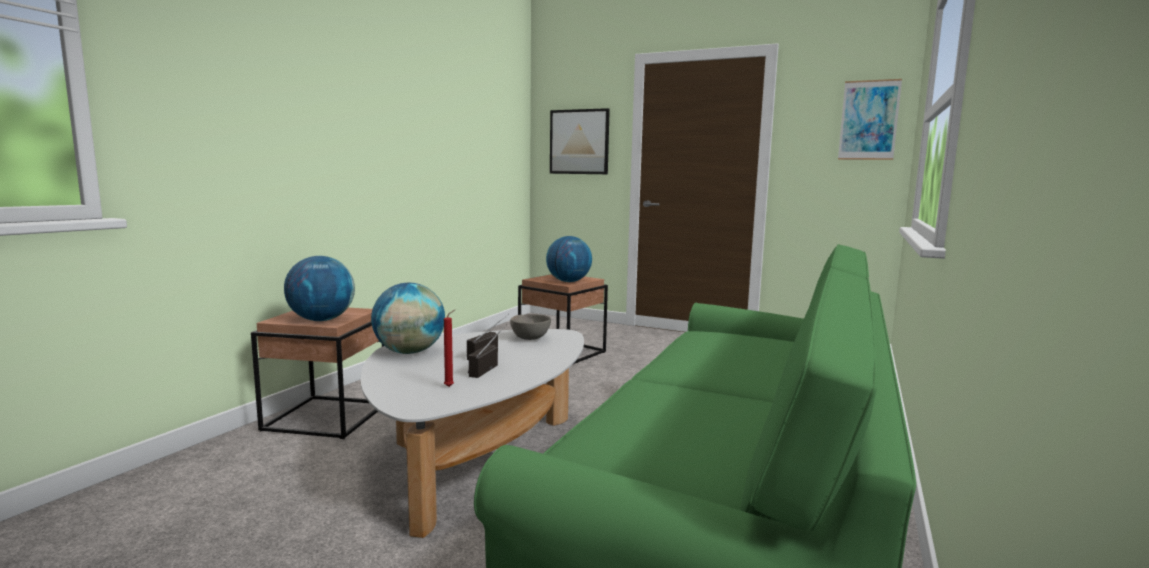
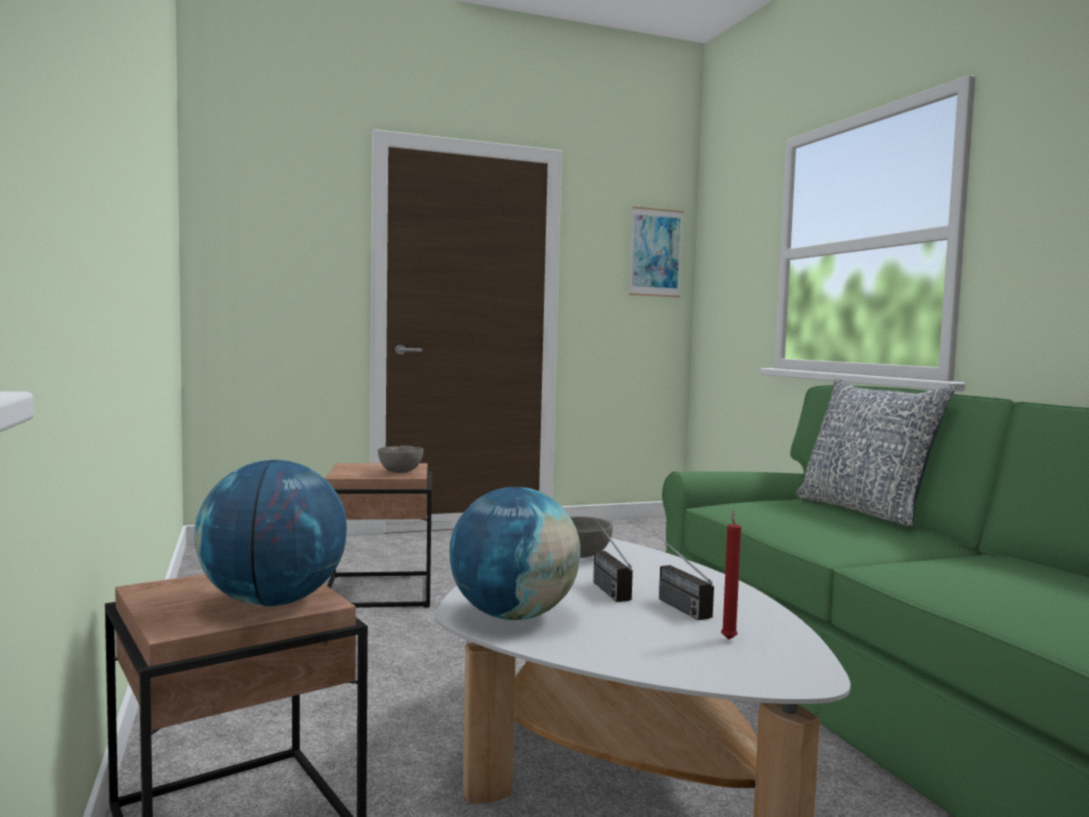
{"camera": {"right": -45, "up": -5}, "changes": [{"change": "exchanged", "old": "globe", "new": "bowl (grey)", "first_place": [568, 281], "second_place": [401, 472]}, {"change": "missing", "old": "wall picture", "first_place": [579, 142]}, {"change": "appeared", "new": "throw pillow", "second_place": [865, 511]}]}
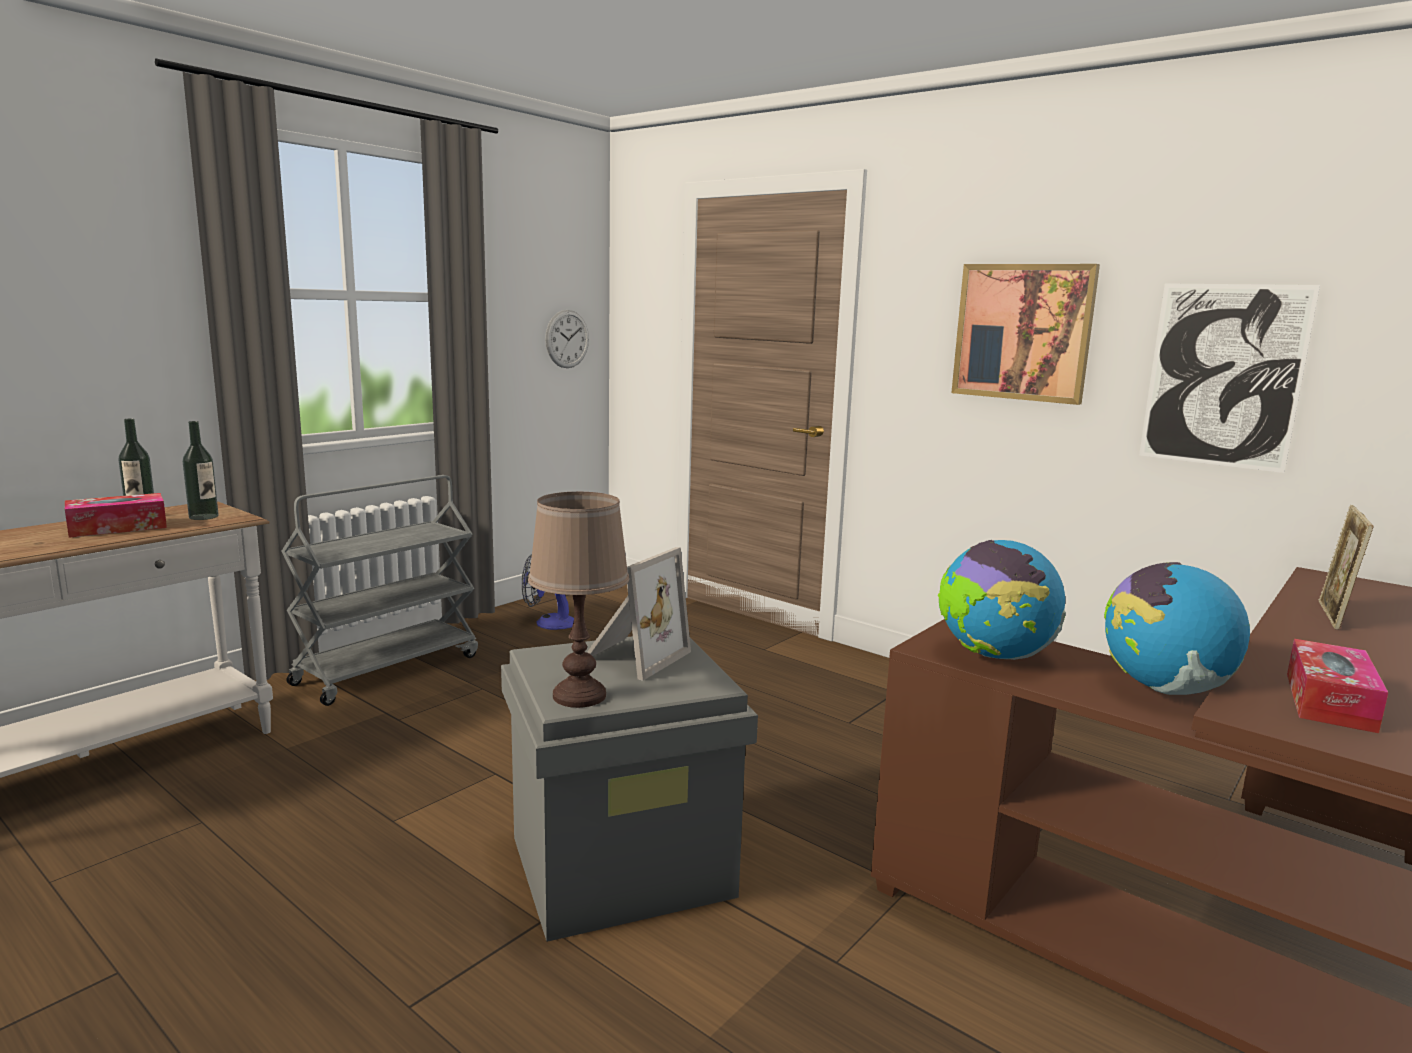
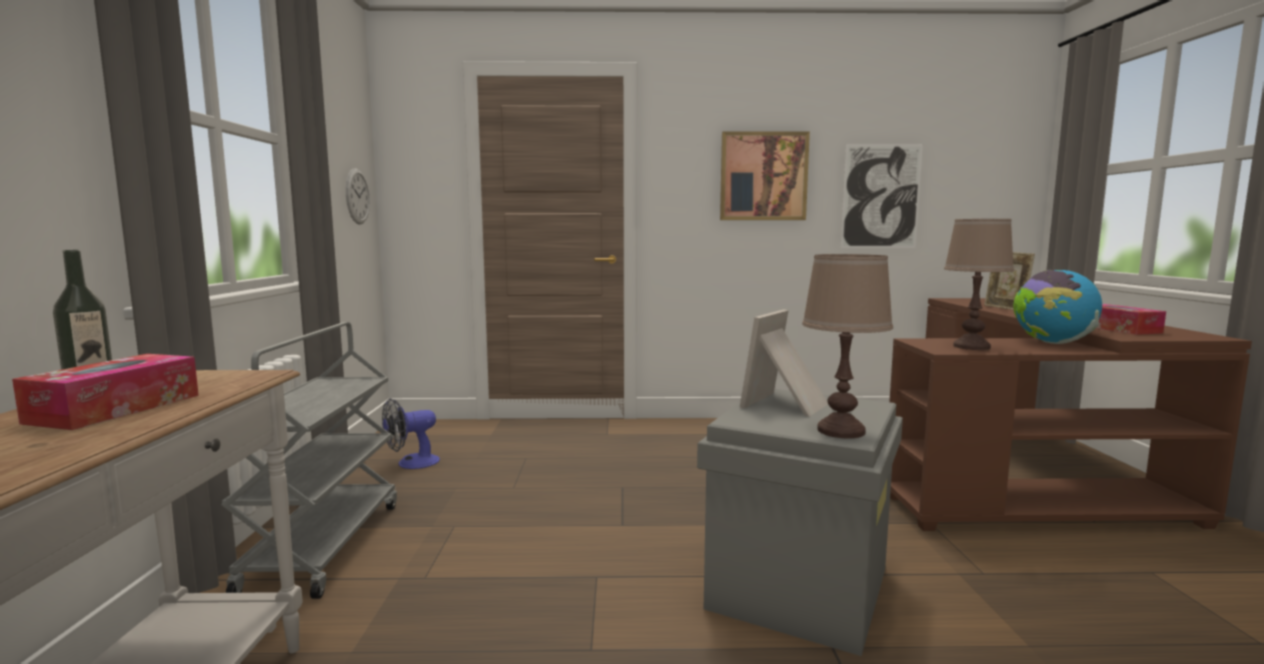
{"camera": {"right": -40, "up": -5}, "changes": [{"change": "missing", "old": "drink bottle", "first_place": [203, 517]}, {"change": "spun", "old": "picture frame", "first_place": [633, 656], "second_place": [787, 405], "degrees": -135}, {"change": "exchanged", "old": "globe", "new": "lamp for a table (brownish)", "first_place": [994, 656], "second_place": [972, 347]}]}
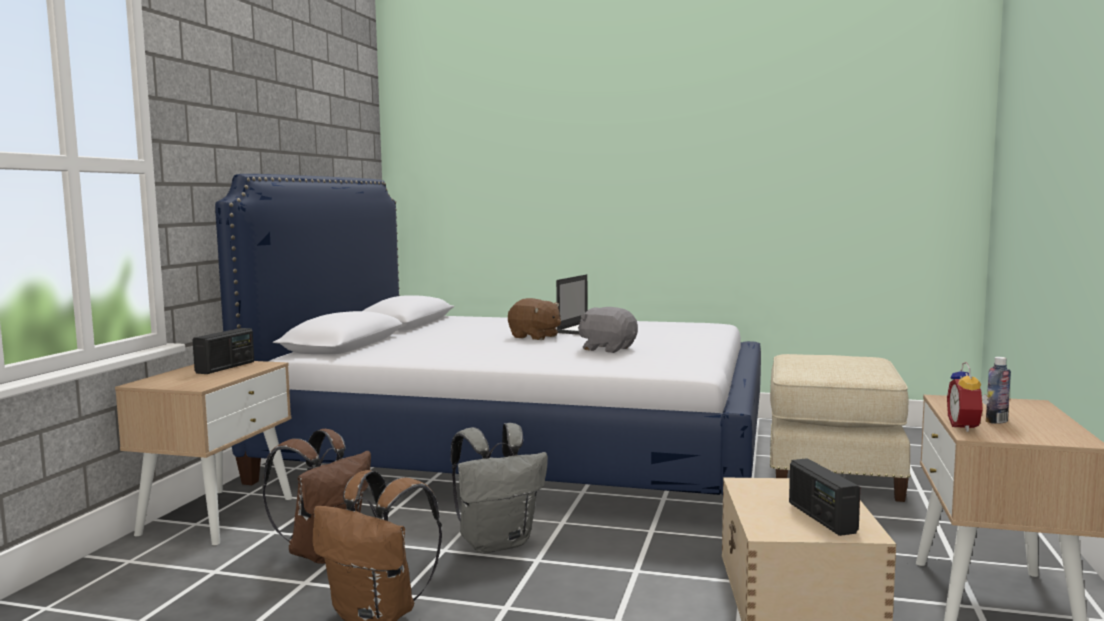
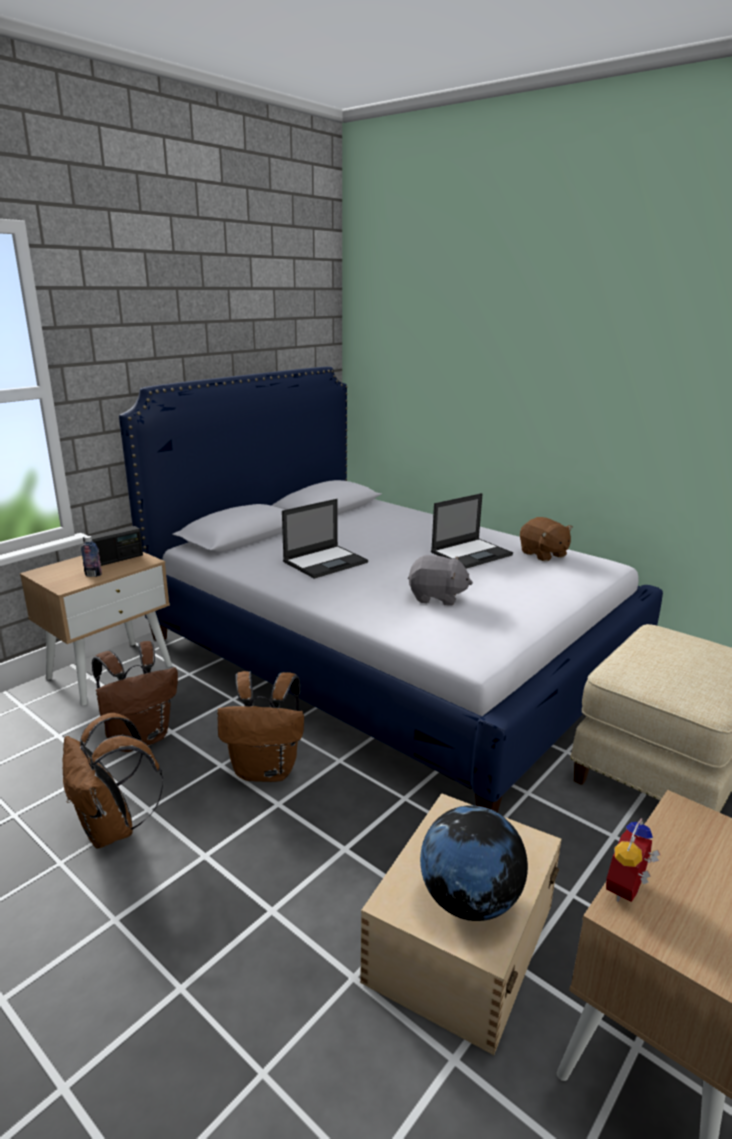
{"camera": {"right": 25, "up": 15}, "changes": [{"change": "colour", "old": "rucksack (grey)", "new": "rucksack (brownish)", "first_place": [497, 542], "second_place": [267, 770]}, {"change": "relocated", "old": "plush toy (brownish)", "first_place": [535, 337], "second_place": [543, 554]}, {"change": "spun", "old": "plush toy (grey)", "first_place": [607, 349], "second_place": [437, 597], "degrees": 135}, {"change": "exchanged", "old": "radio set", "new": "globe", "first_place": [821, 518], "second_place": [469, 900]}, {"change": "relocated", "old": "drink bottle", "first_place": [996, 421], "second_place": [93, 575]}, {"change": "appeared", "new": "laptop", "second_place": [326, 562]}]}
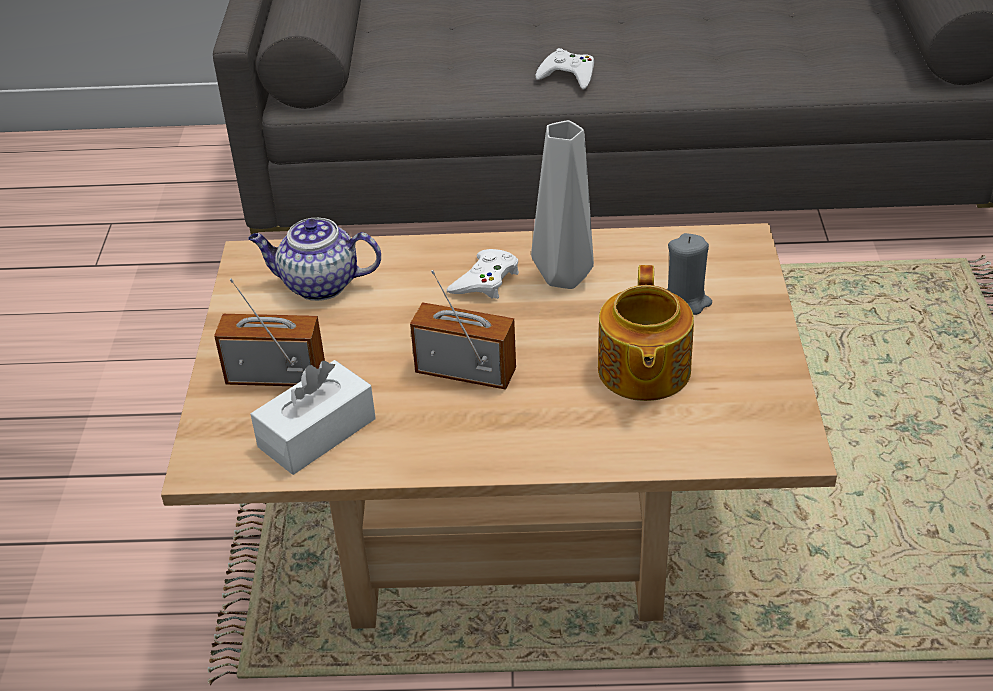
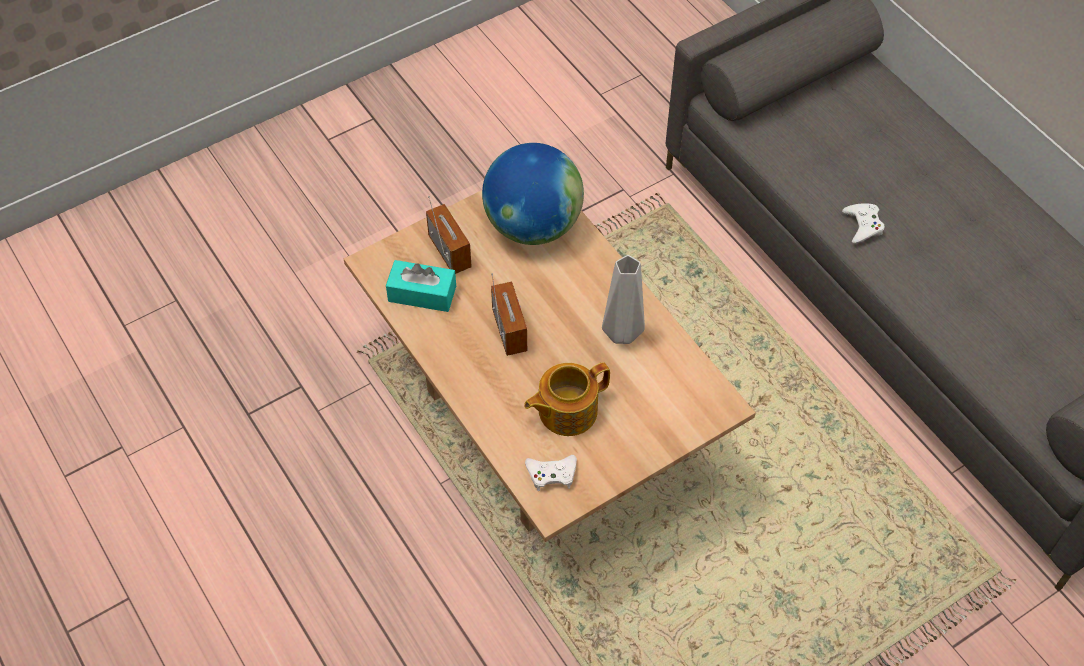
{"camera": {"right": 55, "up": 15}, "changes": [{"change": "exchanged", "old": "pot for tea", "new": "globe", "first_place": [318, 285], "second_place": [532, 225]}, {"change": "colour", "old": "tissue box (white)", "new": "tissue box (turquoise)", "first_place": [317, 433], "second_place": [422, 294]}, {"change": "relocated", "old": "gamepad (white)", "first_place": [485, 281], "second_place": [552, 474]}, {"change": "missing", "old": "wax candle (grey)", "first_place": [686, 301]}]}
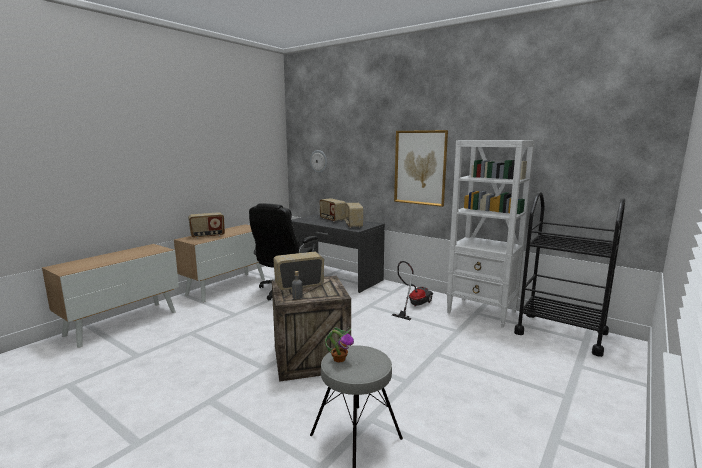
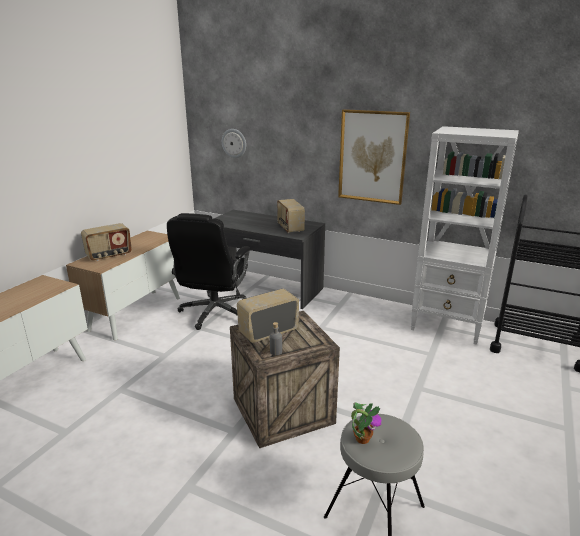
{"camera": {"right": -10, "up": 10}, "changes": [{"change": "missing", "old": "radio set", "first_place": [332, 219]}, {"change": "missing", "old": "vacuum", "first_place": [413, 305]}]}
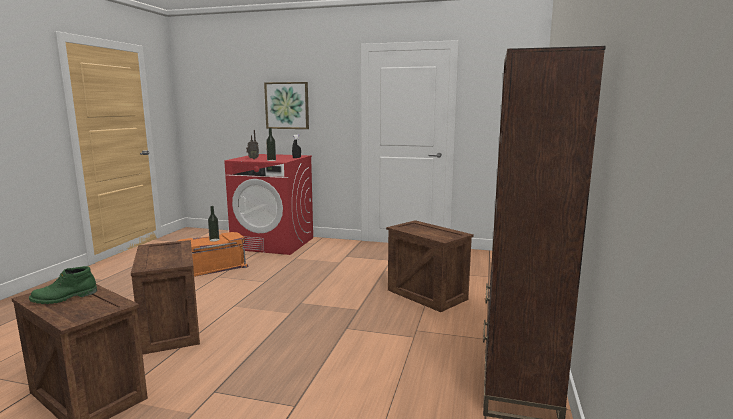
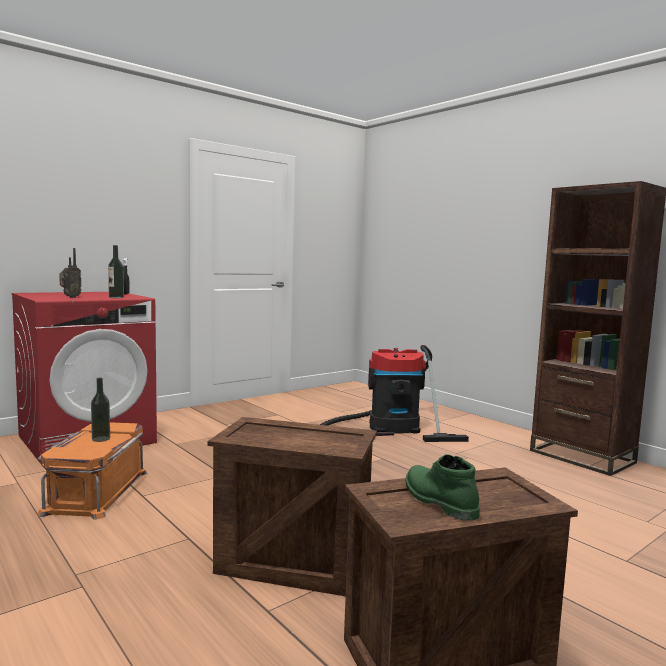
{"camera": {"right": -55, "up": -5}, "changes": [{"change": "spun", "old": "tall boot (greenish)", "first_place": [64, 298], "second_place": [438, 501], "degrees": 150}, {"change": "missing", "old": "wall picture", "first_place": [287, 105]}, {"change": "exchanged", "old": "packing crate", "new": "vacuum", "first_place": [428, 294], "second_place": [388, 429]}]}
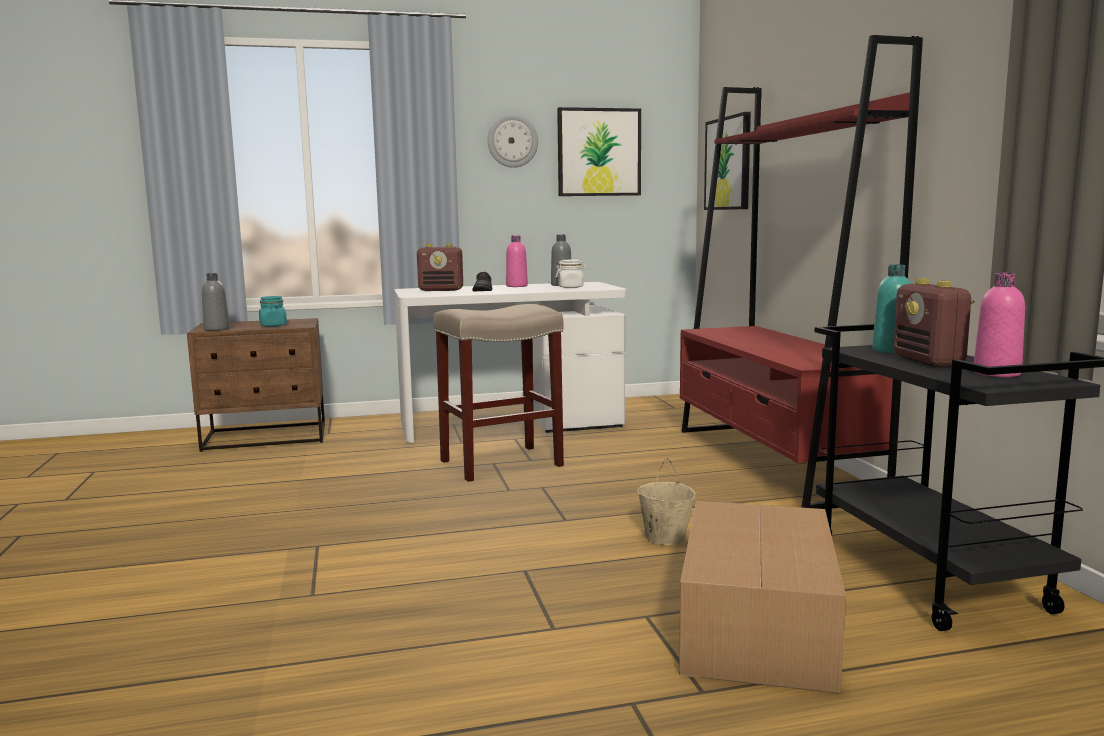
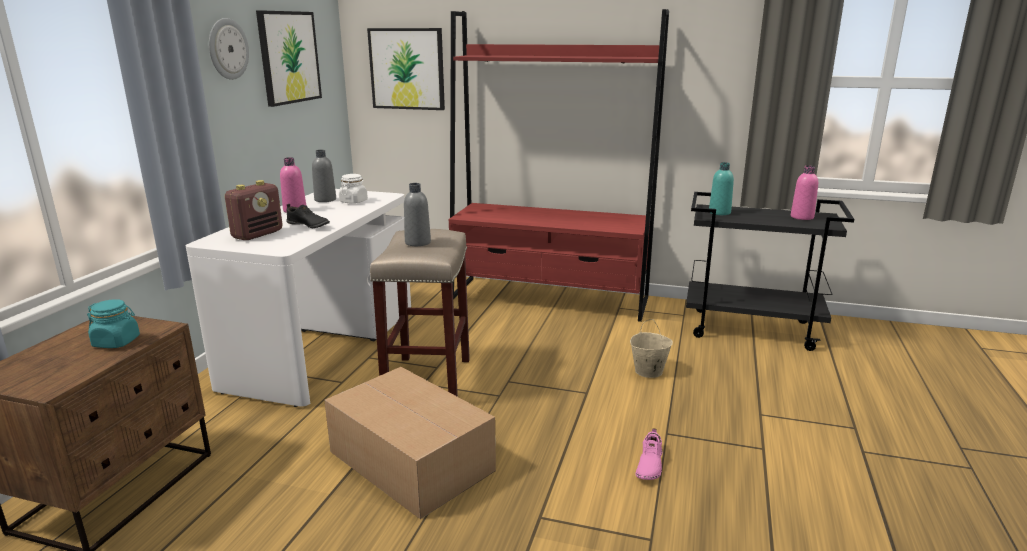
{"camera": {"right": -60, "up": 10}, "changes": [{"change": "relocated", "old": "drink bottle (grey)", "first_place": [216, 329], "second_place": [418, 243]}, {"change": "relocated", "old": "packing box", "first_place": [759, 624], "second_place": [410, 459]}, {"change": "missing", "old": "radio set", "first_place": [929, 361]}, {"change": "appeared", "new": "item of footwear (pinkish)", "second_place": [649, 465]}]}
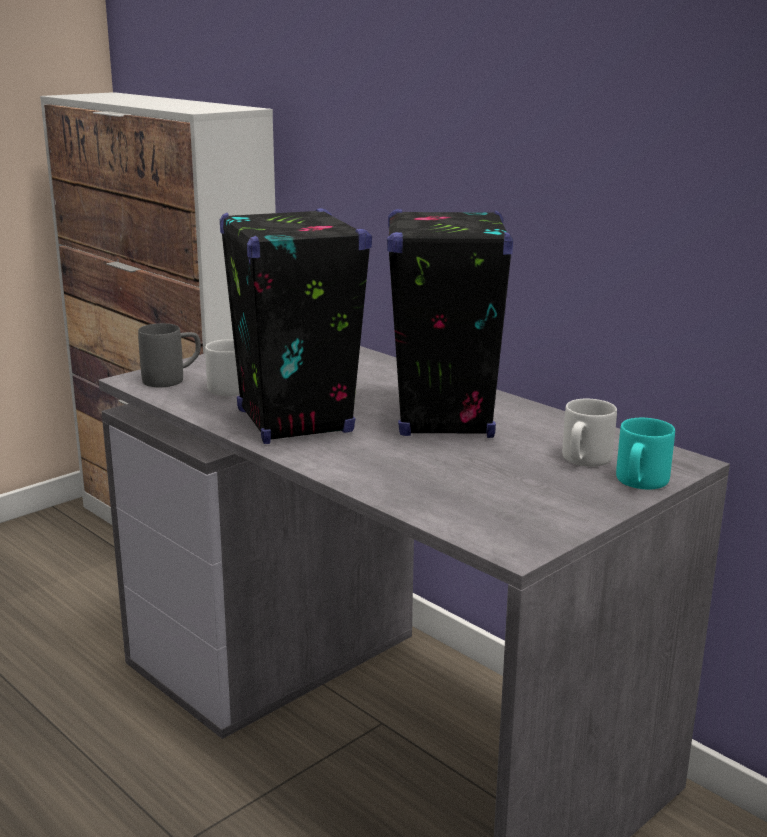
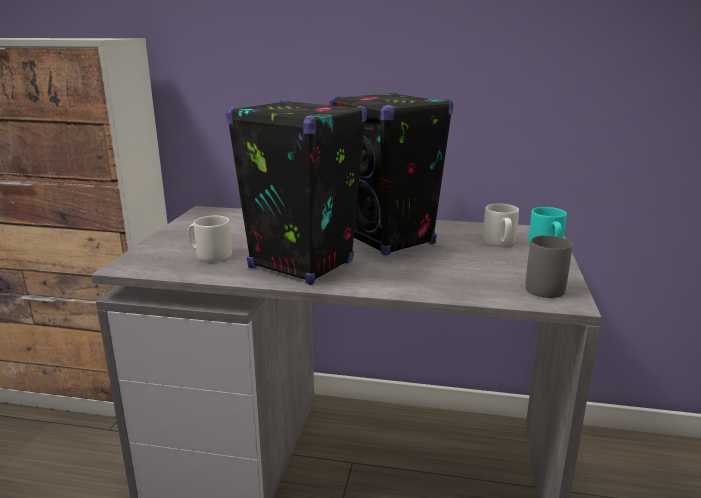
{"camera": {"right": -35, "up": 0}, "changes": [{"change": "relocated", "old": "tea mug (grey)", "first_place": [172, 379], "second_place": [546, 286]}]}
